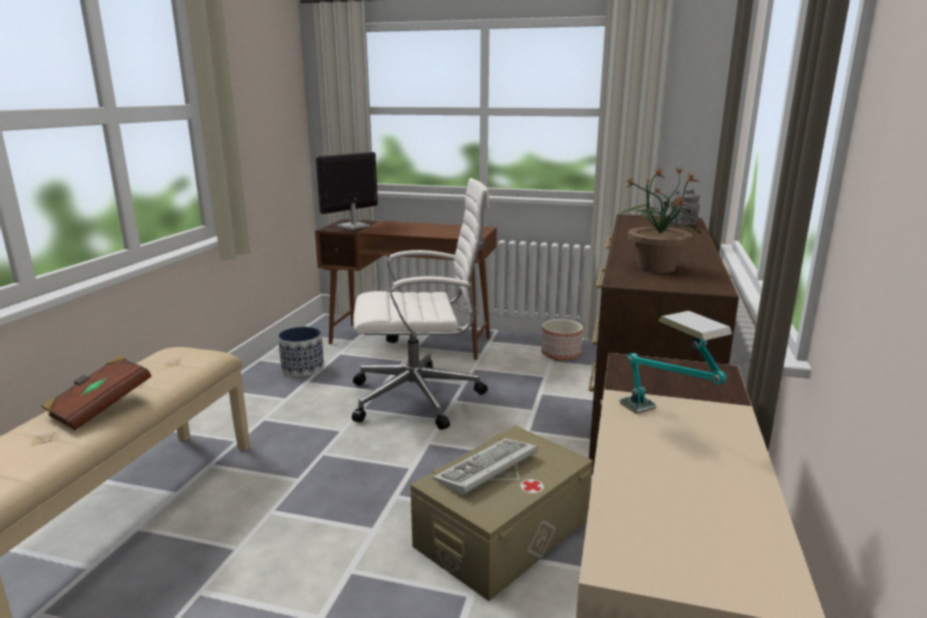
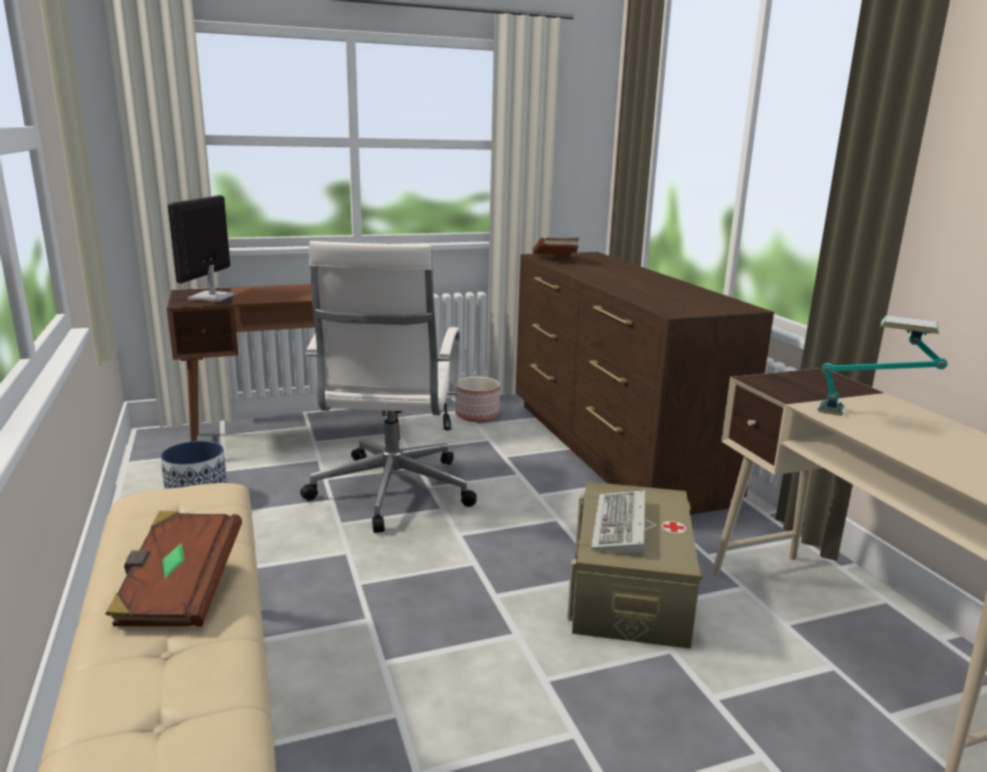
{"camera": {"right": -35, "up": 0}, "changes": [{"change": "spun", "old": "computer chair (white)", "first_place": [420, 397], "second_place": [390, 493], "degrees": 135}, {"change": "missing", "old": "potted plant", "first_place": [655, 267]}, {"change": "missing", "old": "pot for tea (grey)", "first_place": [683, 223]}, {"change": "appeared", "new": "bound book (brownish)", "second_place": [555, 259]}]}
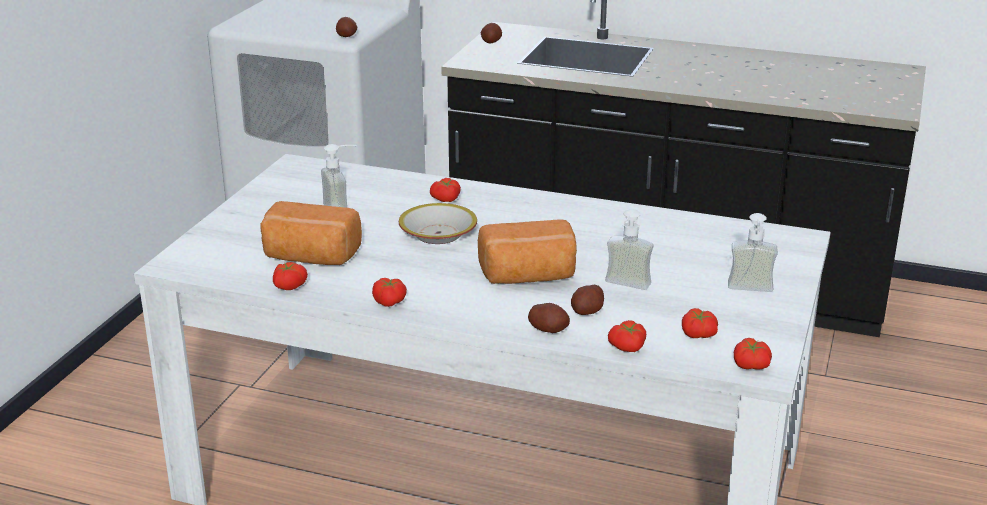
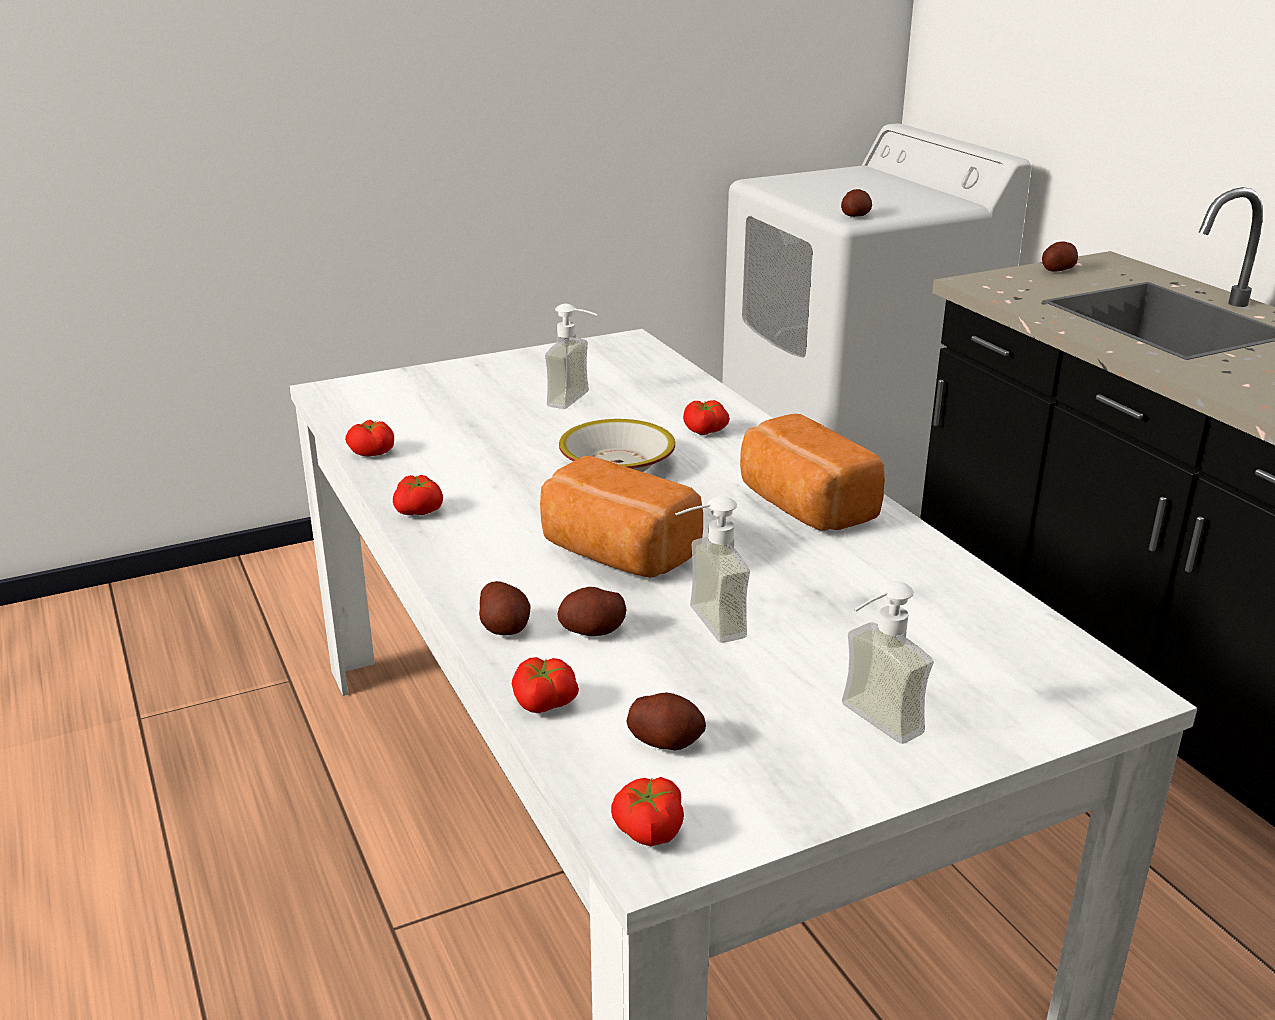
{"camera": {"right": 45, "up": 0}, "changes": [{"change": "relocated", "old": "bread", "first_place": [310, 257], "second_place": [802, 507]}, {"change": "exchanged", "old": "whole tomato", "new": "potato", "first_place": [697, 335], "second_place": [666, 741]}]}
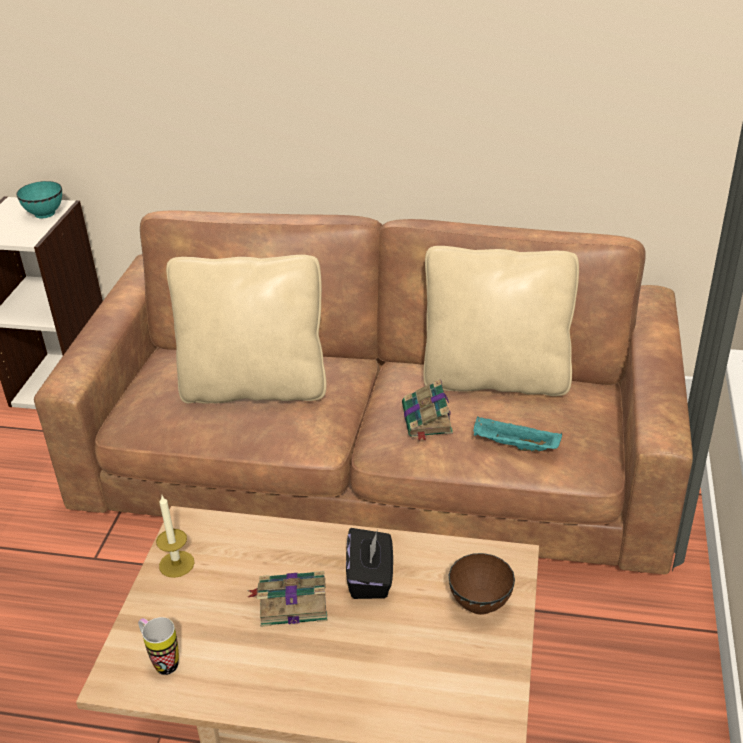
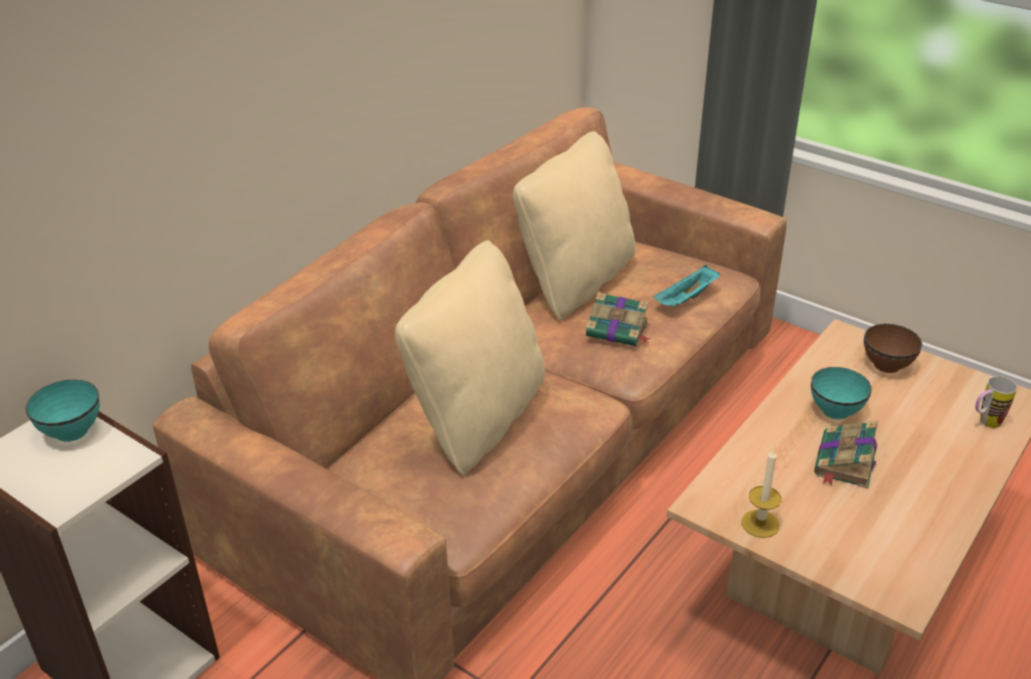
{"camera": {"right": -65, "up": 0}, "changes": [{"change": "relocated", "old": "tea mug", "first_place": [161, 661], "second_place": [985, 423]}, {"change": "exchanged", "old": "tissue box (blackish)", "new": "bowl (turquoise)", "first_place": [370, 578], "second_place": [835, 411]}]}
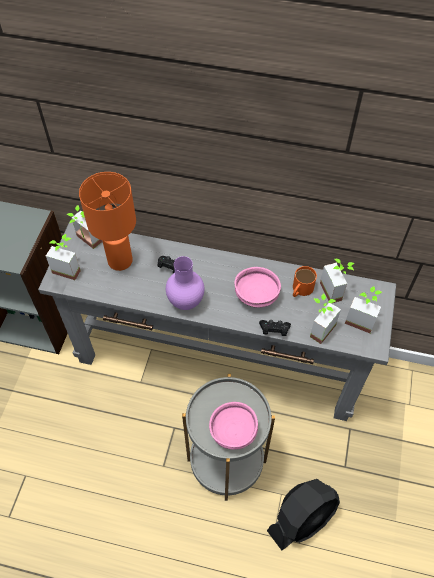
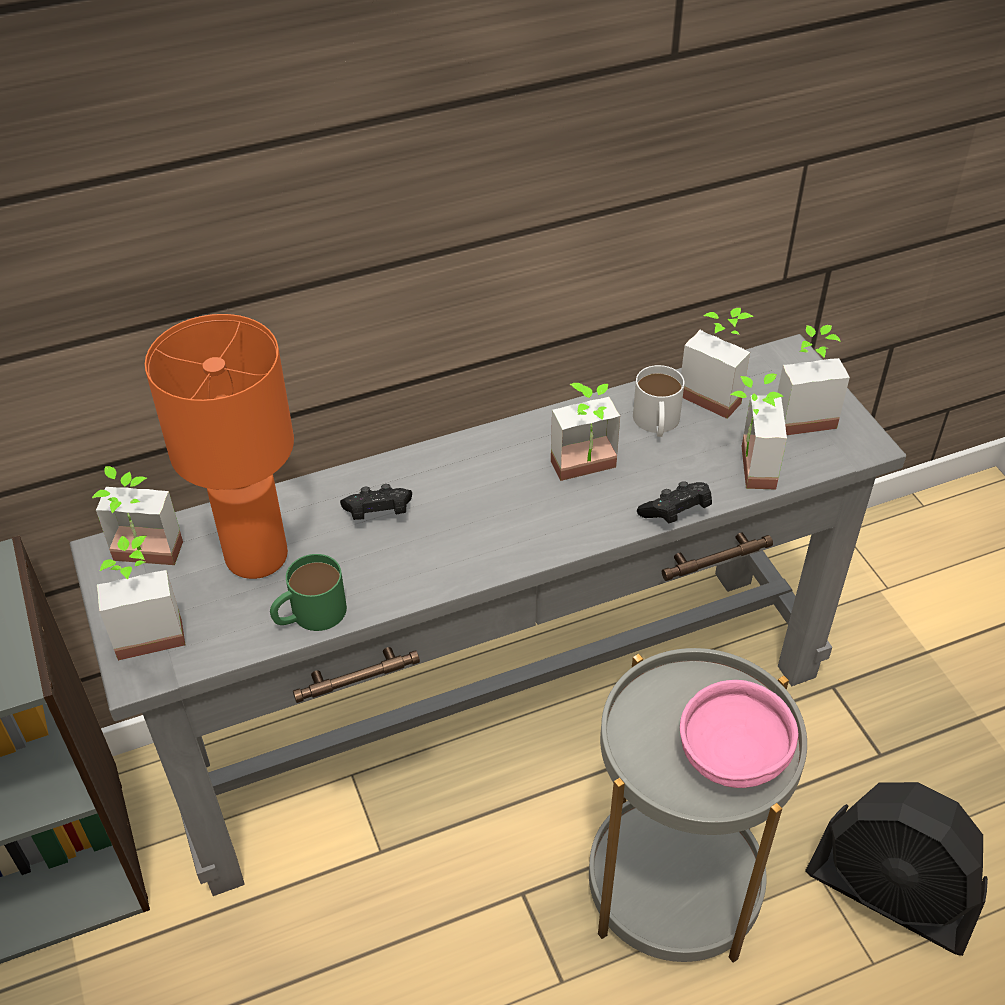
{"camera": {"right": -35, "up": -10}, "changes": [{"change": "missing", "old": "vase (purple)", "first_place": [186, 301]}, {"change": "exchanged", "old": "bowl (pinkish)", "new": "potted plant", "first_place": [256, 295], "second_place": [587, 472]}, {"change": "spun", "old": "cooling fan (blackish)", "first_place": [302, 518], "second_place": [891, 894], "degrees": 105}, {"change": "colour", "old": "tea mug (orange-coloured)", "new": "tea mug (white)", "first_place": [300, 290], "second_place": [656, 423]}, {"change": "appeared", "new": "tea mug (greenish)", "second_place": [309, 614]}]}
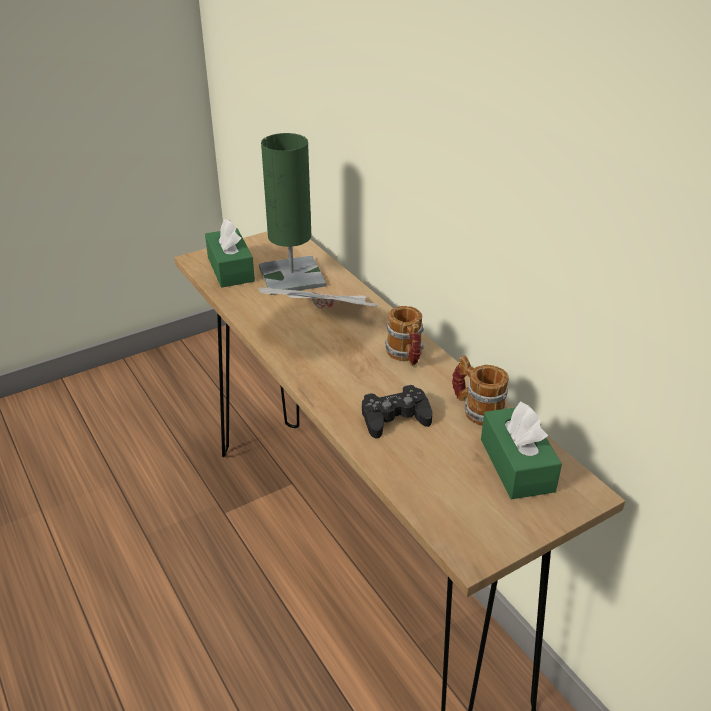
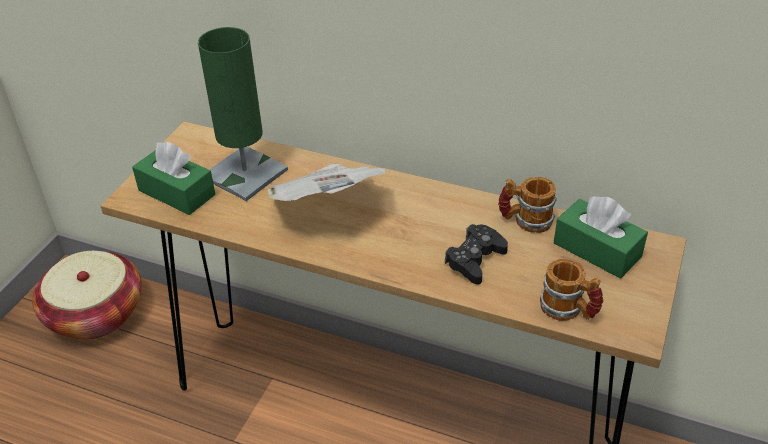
{"camera": {"right": -35, "up": 5}, "changes": [{"change": "relocated", "old": "tea mug", "first_place": [406, 355], "second_place": [568, 310]}, {"change": "appeared", "new": "household basket", "second_place": [95, 314]}]}
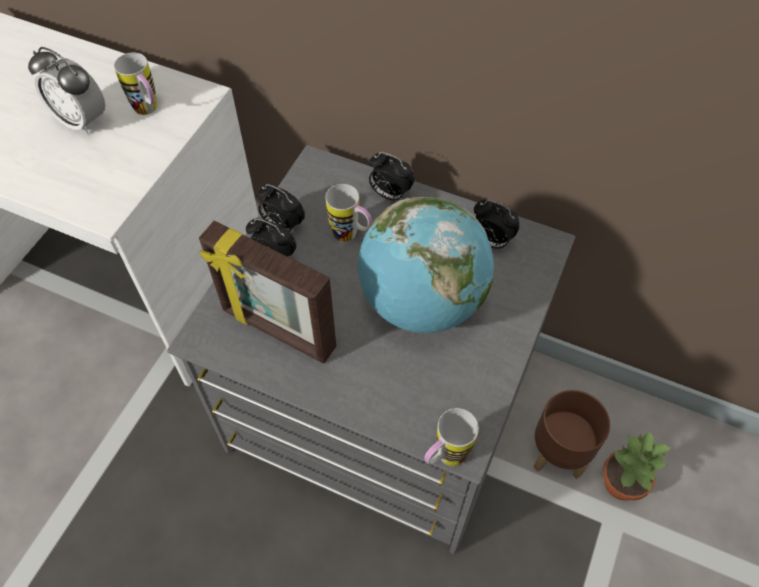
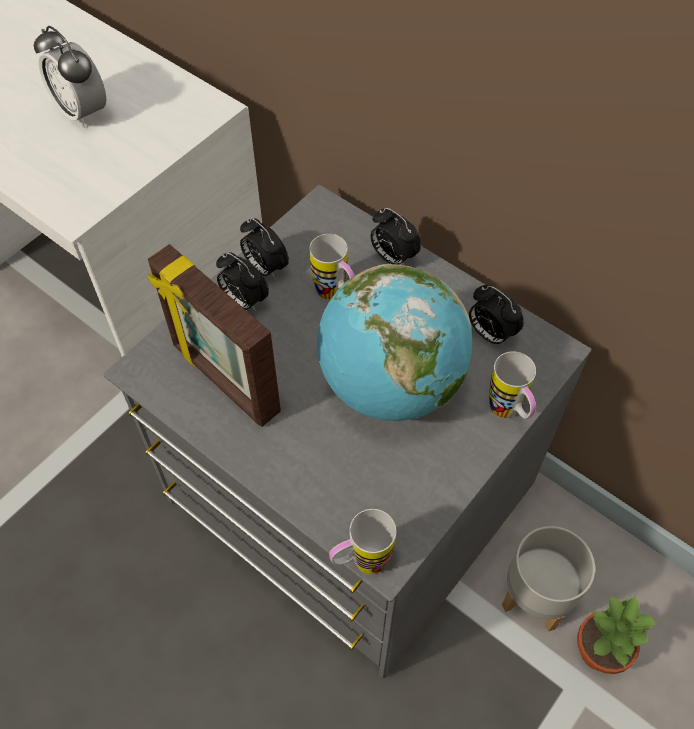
{"camera": {"right": 15, "up": 0}, "changes": [{"change": "relocated", "old": "tea mug", "first_place": [149, 111], "second_place": [508, 413]}, {"change": "colour", "old": "plant pot (brownish)", "new": "plant pot (grey)", "first_place": [559, 453], "second_place": [537, 597]}]}
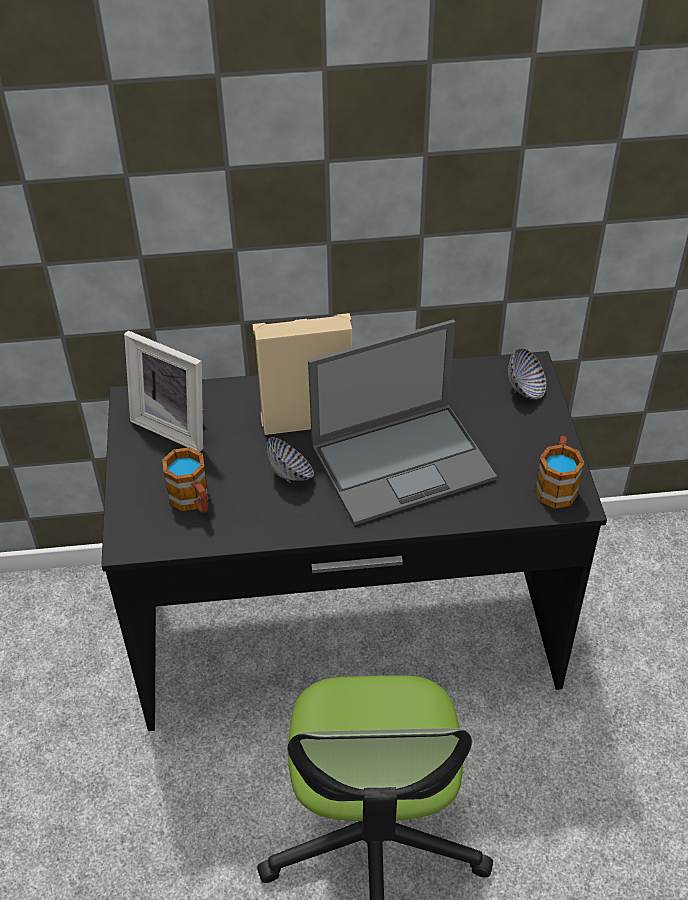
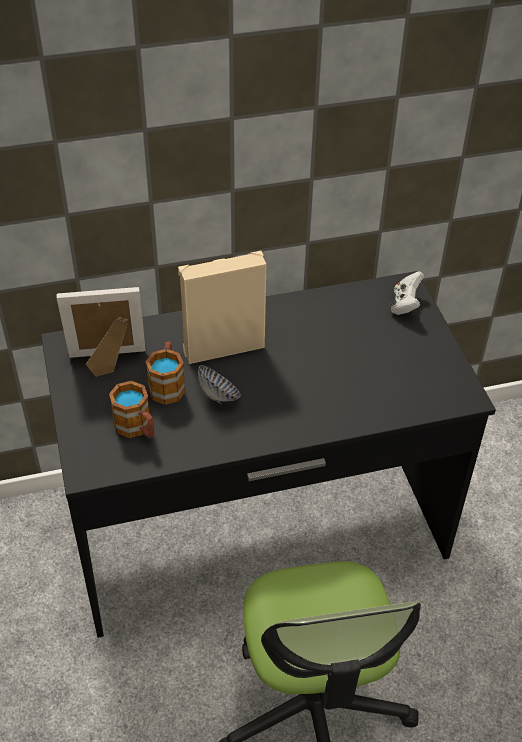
{"camera": {"right": -10, "up": 0}, "changes": [{"change": "spun", "old": "picture frame", "first_place": [176, 425], "second_place": [108, 362], "degrees": 150}, {"change": "missing", "old": "laptop", "first_place": [404, 461]}, {"change": "exchanged", "old": "bowl", "new": "gamepad (white)", "first_place": [525, 389], "second_place": [405, 305]}, {"change": "relocated", "old": "tea mug", "first_place": [556, 485], "second_place": [167, 384]}]}
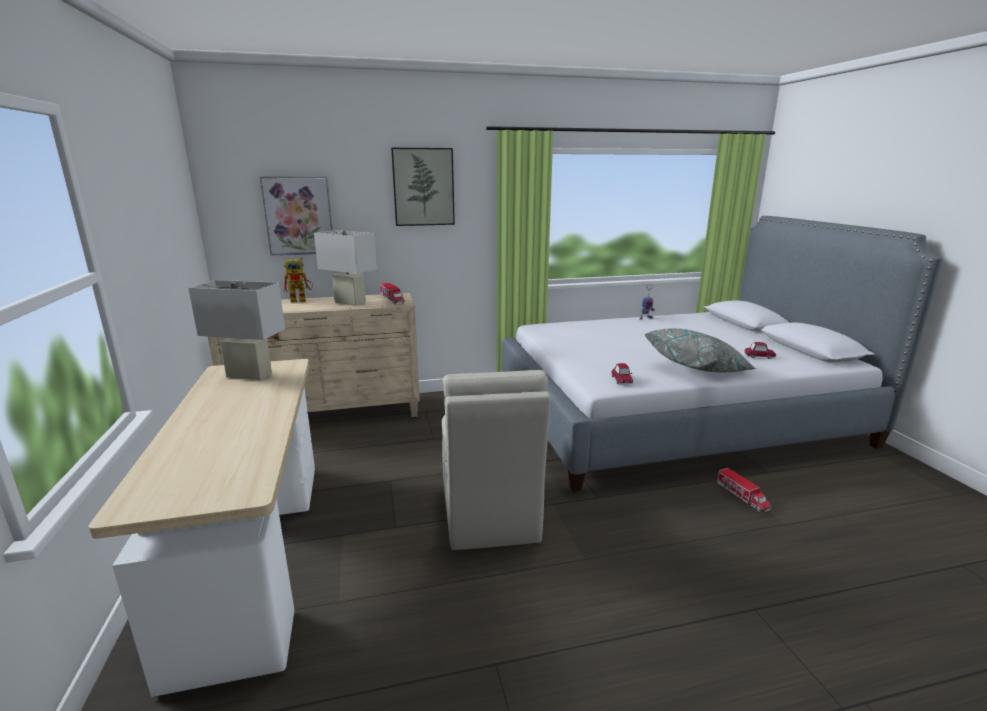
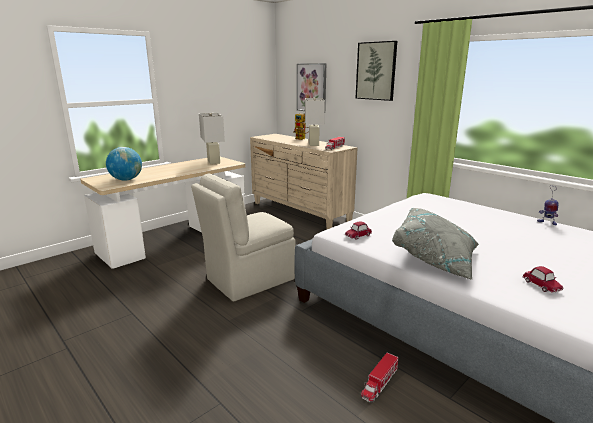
{"camera": {"right": 60, "up": 0}, "changes": [{"change": "appeared", "new": "globe", "second_place": [126, 179]}]}
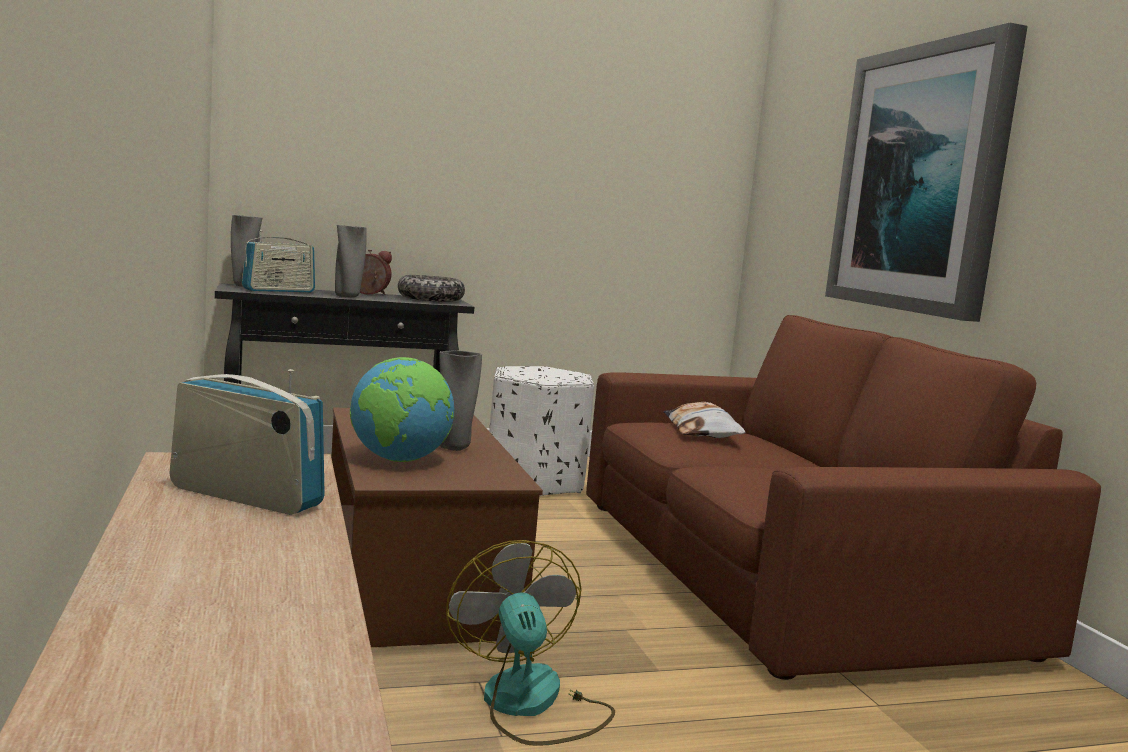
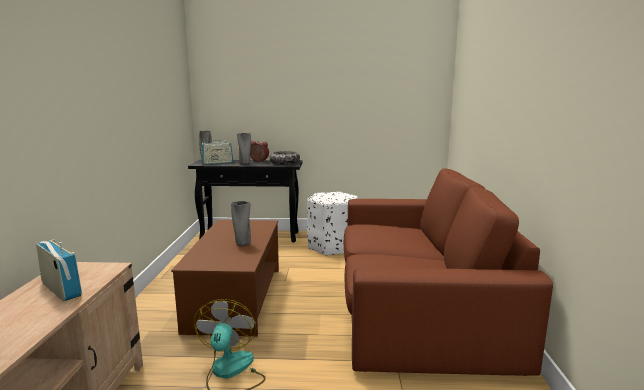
{"camera": {"right": 20, "up": 5}, "changes": [{"change": "missing", "old": "globe", "first_place": [399, 460]}, {"change": "missing", "old": "throw pillow", "first_place": [702, 431]}, {"change": "missing", "old": "wall picture", "first_place": [921, 179]}]}
